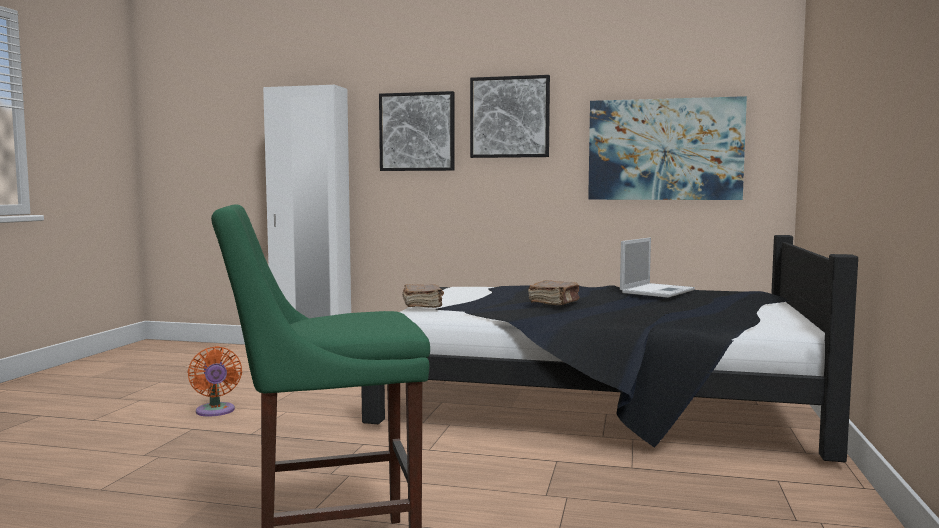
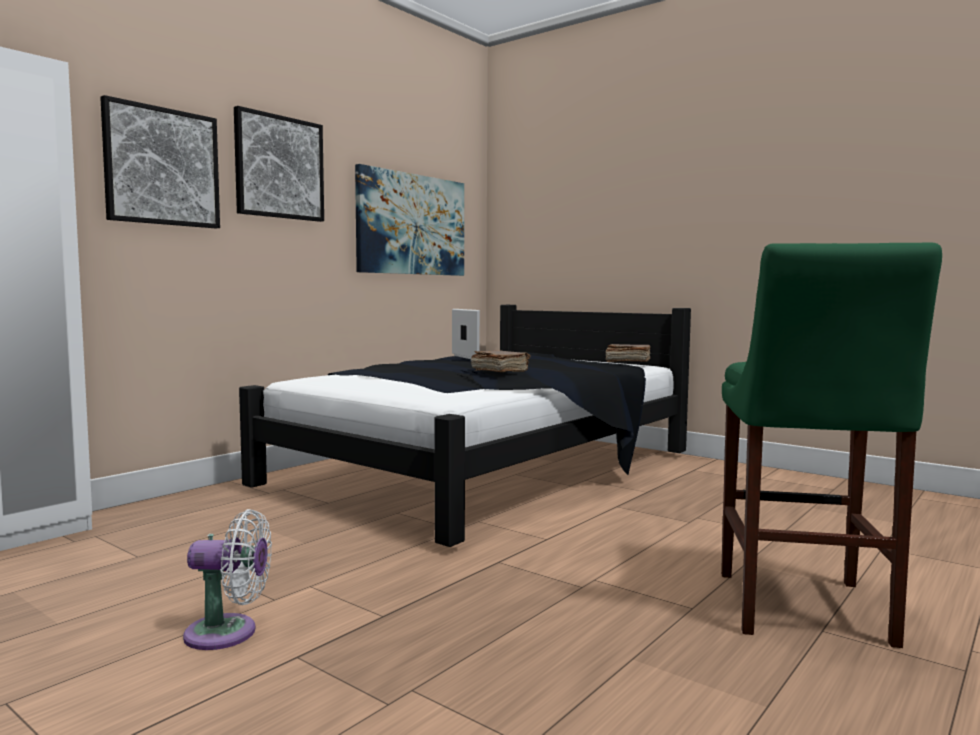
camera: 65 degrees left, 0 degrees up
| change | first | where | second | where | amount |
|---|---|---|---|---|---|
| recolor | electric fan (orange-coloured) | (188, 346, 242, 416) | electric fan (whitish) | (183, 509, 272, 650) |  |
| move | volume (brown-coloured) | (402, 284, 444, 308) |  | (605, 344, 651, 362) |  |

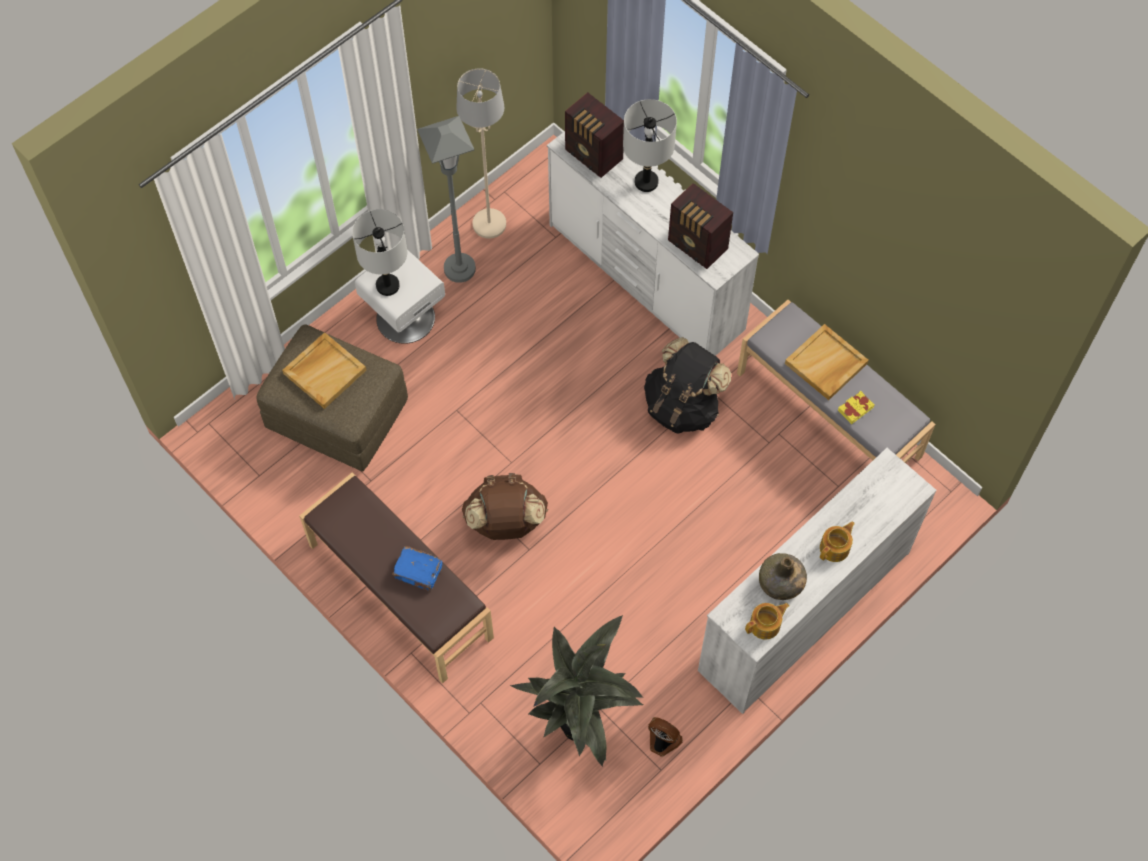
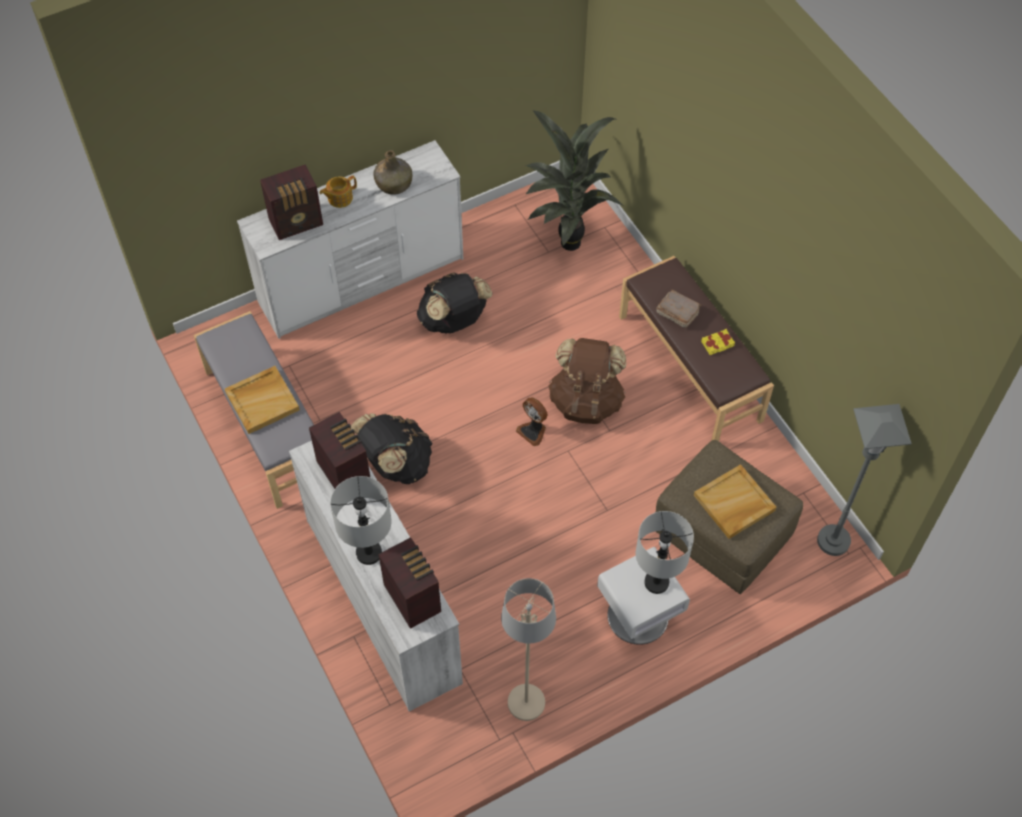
camera: 165 degrees left, 5 degrees down
| change | first | where | second | where | amount |
|---|---|---|---|---|---|
| insert |  |  | radio | (260, 164, 323, 240) |  |
| insert |  |  | knapsack (black-coloured) | (417, 272, 492, 333) |  |
| move | electric fan | (648, 717, 683, 757) |  | (516, 397, 548, 446) |  |
| recolor | volume (blue-coloured) | (392, 546, 443, 591) | volume (brown-coloured) | (656, 289, 701, 328) |  |
| move | volume (yellow) | (838, 391, 875, 424) |  | (701, 329, 735, 355) |  |
| move | floor lamp (gray) | (417, 116, 476, 283) |  | (817, 404, 912, 556) |  |
| delete | teapot | (745, 603, 789, 640) |  |  |  |

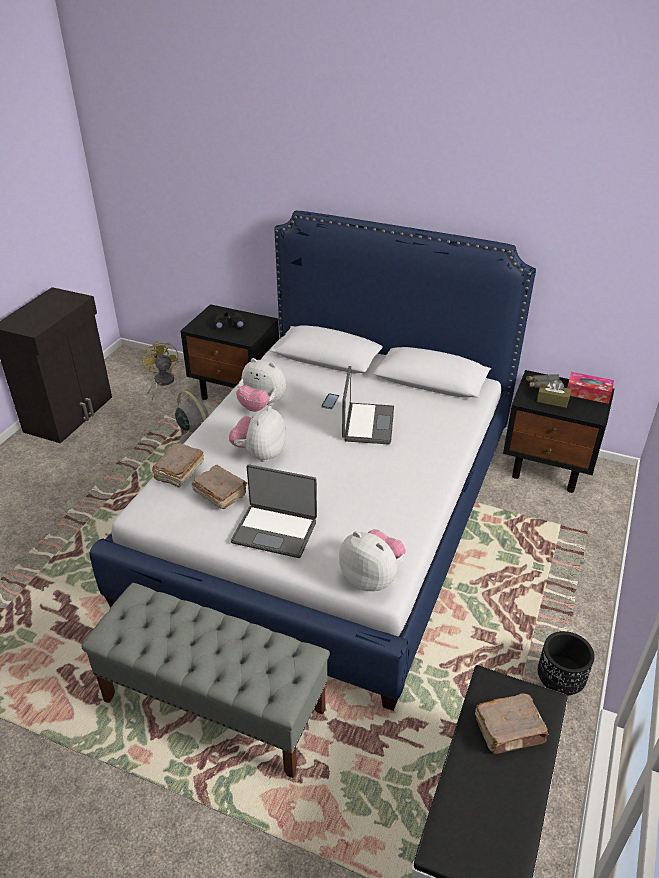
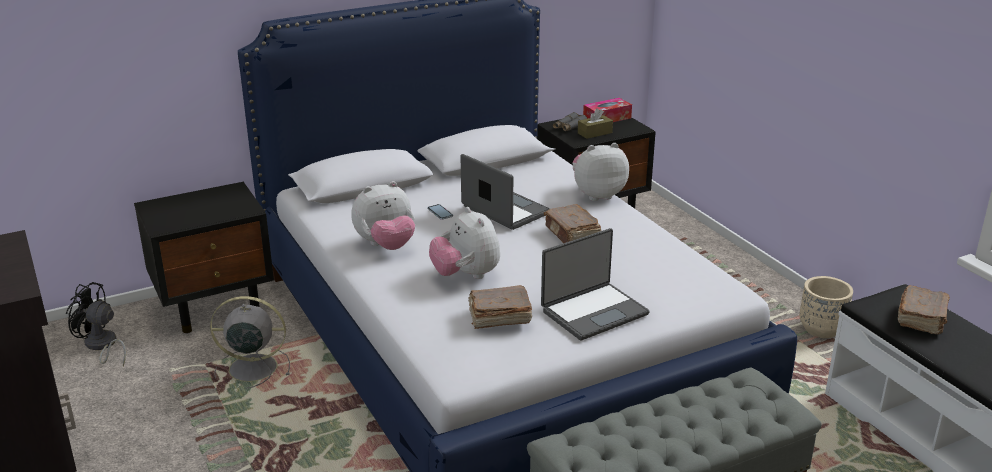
camera: 50 degrees left, 10 degrees down
| change | first | where | second | where | amount |
|---|---|---|---|---|---|
| recolor | electric fan (yellow) | (142, 341, 178, 401) | electric fan (black-coloured) | (66, 282, 126, 367) |  |
| move | volume (brown-coloured) | (152, 443, 204, 488) |  | (544, 204, 602, 243) |  |
| move | cuddly toy | (339, 529, 406, 591) |  | (572, 143, 629, 201) |  |
| recolor | plant pot (black-coloured) | (538, 631, 595, 696) | plant pot (sand-coloured) | (799, 276, 853, 338) |  |
| delete | field glasses (black-coloured) | (214, 309, 245, 330) |  |  |  |

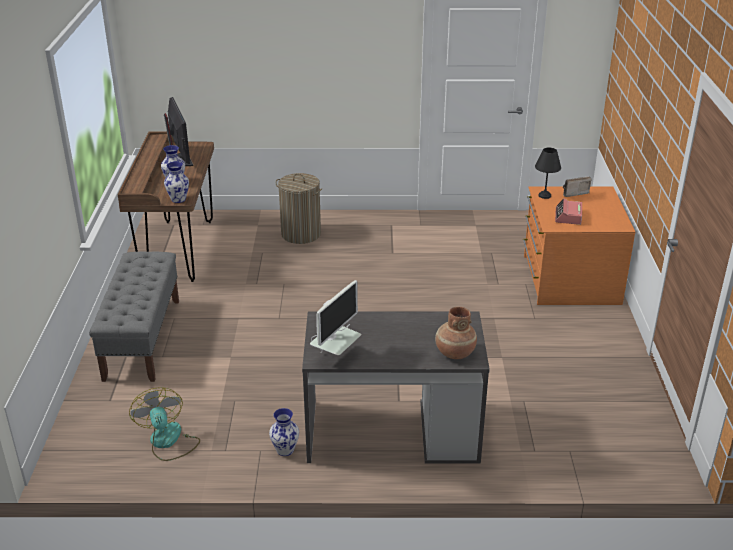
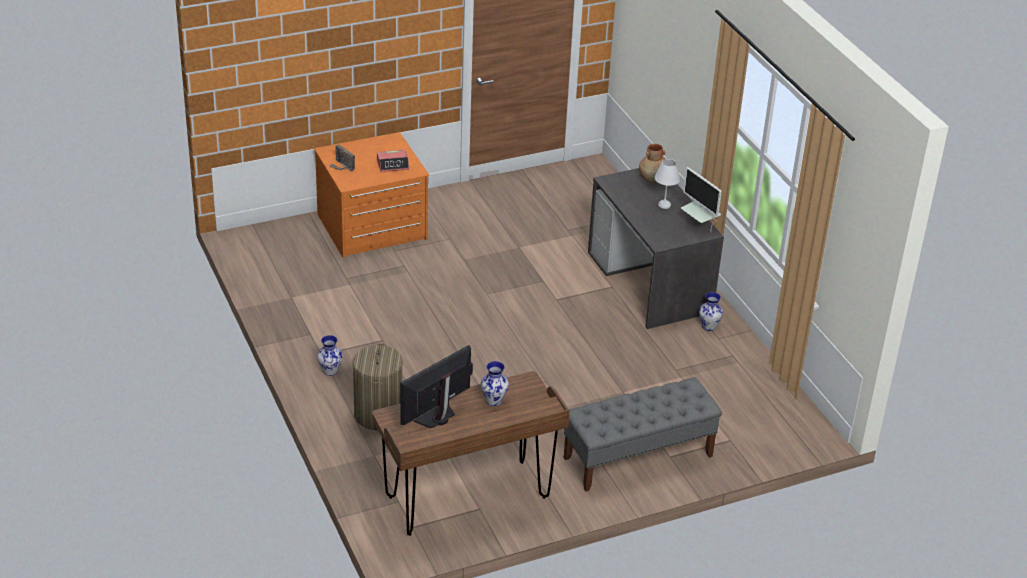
camera: 115 degrees left, 5 degrees up
| change | first | where | second | where | amount |
|---|---|---|---|---|---|
| move | decorative vase | (164, 161, 189, 203) |  | (317, 335, 343, 376) |  |
| insert |  |  | tabletop lamp (whitish) | (654, 159, 681, 209) |  |
| rotate | computer display | (310, 280, 361, 355) |  | (681, 167, 722, 228) | 135 degrees counterclockwise |
| delete | electric fan | (129, 387, 200, 461) |  |  |  |
| delete | tabletop lamp (black-coloured) | (535, 148, 561, 199) |  |  |  |

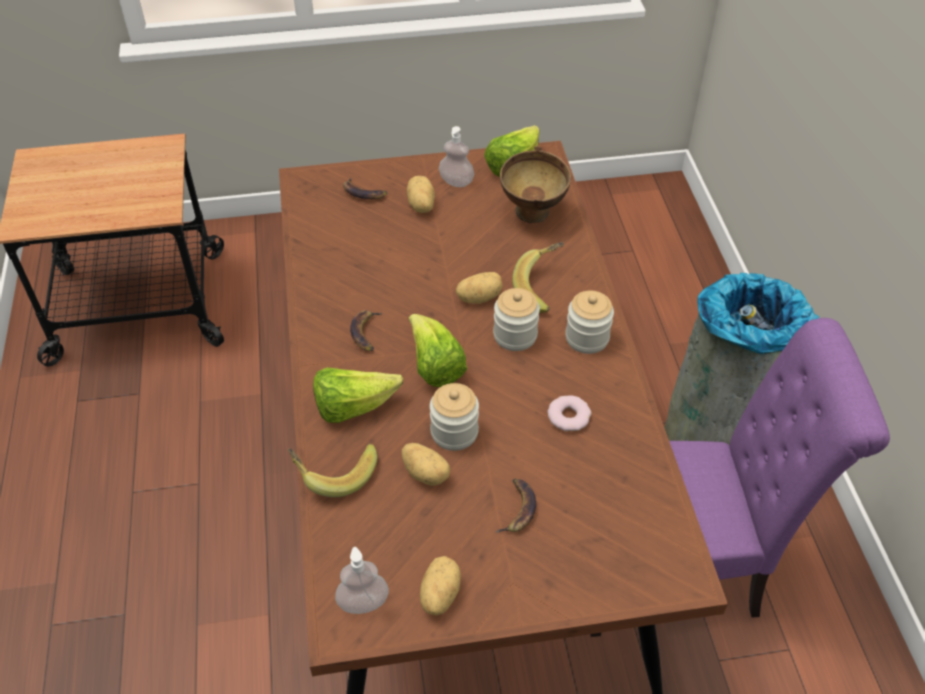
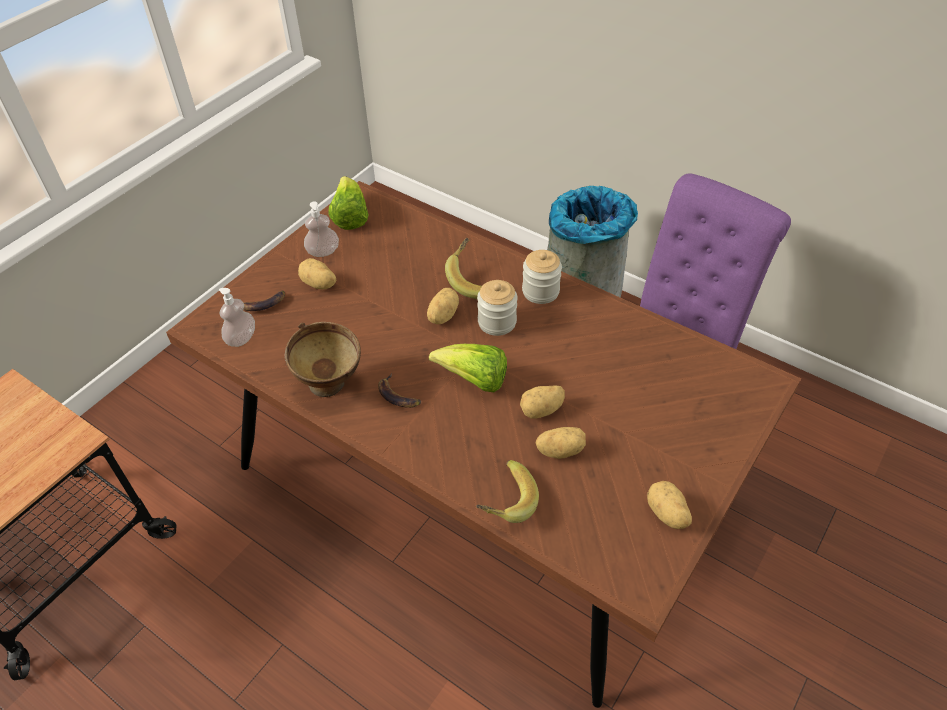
camera: 45 degrees left, 0 degrees up
| change | first | where | second | where | amount |
|---|---|---|---|---|---|
| move | liquid soap bottle | (335, 547, 389, 614) |  | (219, 288, 255, 347) |  |
| move | serving bowl (brown-coloured) | (500, 146, 571, 223) |  | (285, 322, 361, 397) |  |
| replace | preserve jar | (430, 383, 479, 451) | spud | (520, 385, 565, 419) |  |
| delete | head of lettuce | (313, 367, 403, 423) |  |  |  |
| delete | banana | (495, 479, 536, 533) |  |  |  |
| delete | ring doughnut | (548, 395, 592, 431) |  |  |  |

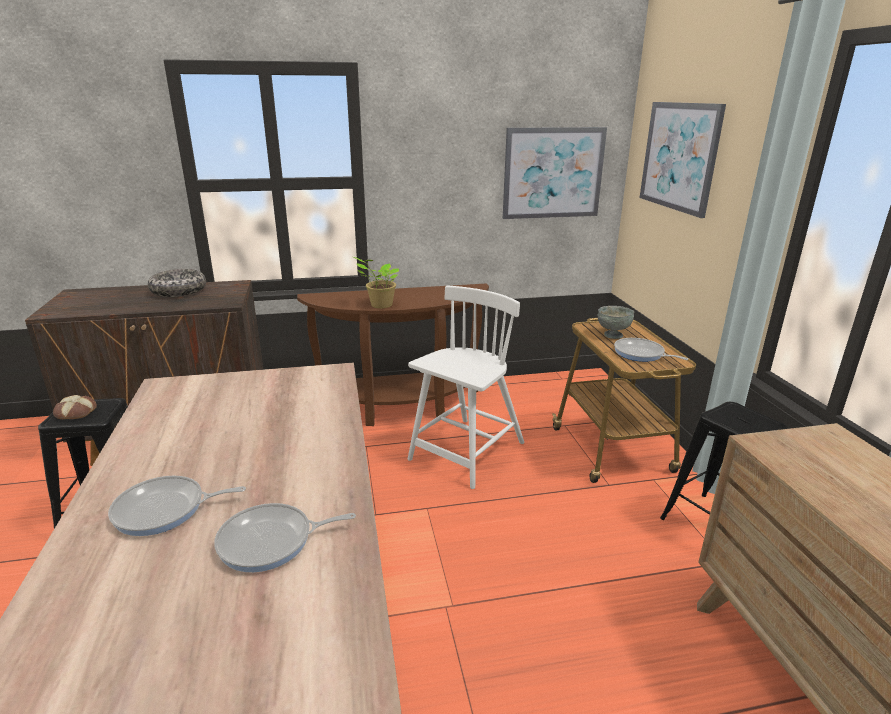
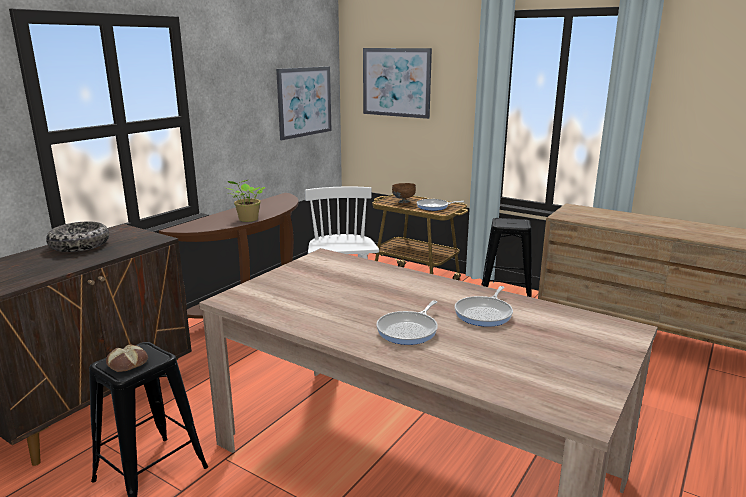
camera: 45 degrees left, 5 degrees down
| change | first | where | second | where | amount |
|---|---|---|---|---|---|
| recolor | serving bowl (gray) | (598, 306, 634, 339) | serving bowl (brown-coloured) | (392, 183, 416, 205) |  |

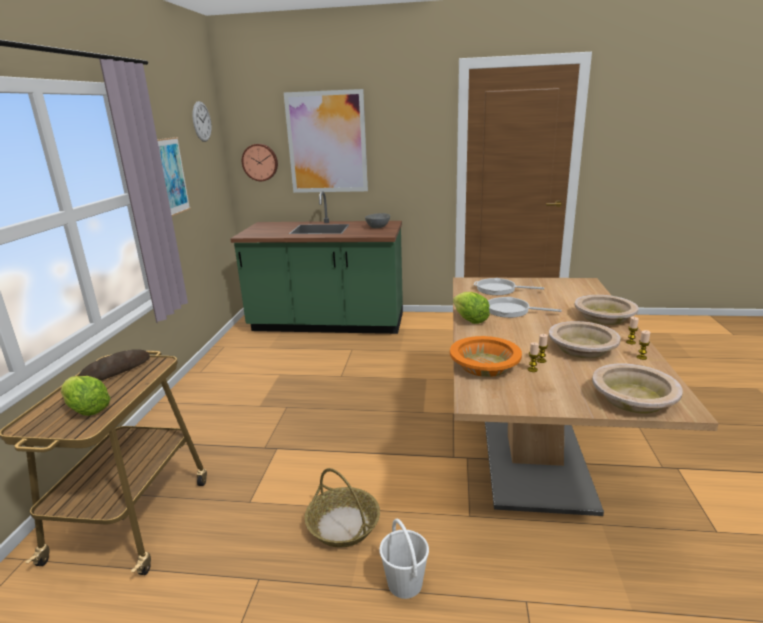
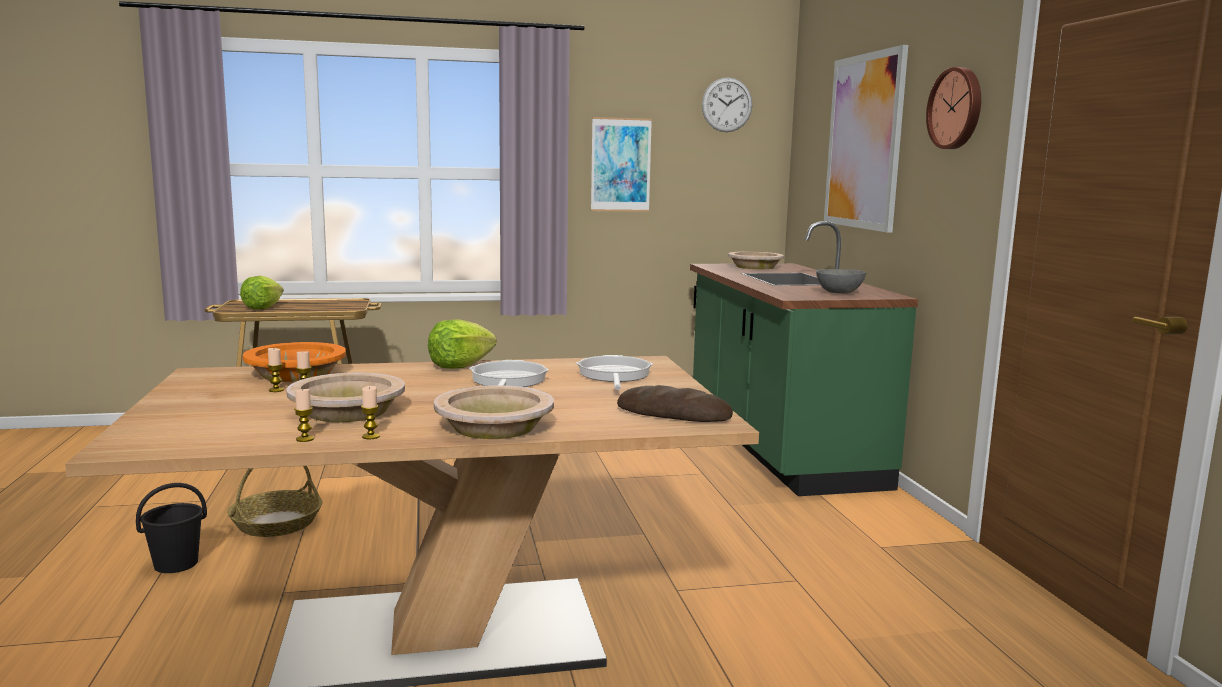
camera: 70 degrees right, 10 degrees down
| change | first | where | second | where | amount |
|---|---|---|---|---|---|
| recolor | water bucket (whitish) | (379, 519, 429, 599) | water bucket (black-coloured) | (136, 483, 207, 573) |  |
| move | bakery bread | (78, 349, 150, 380) |  | (617, 385, 733, 422) |  |
| move | serving bowl (sand-coloured) | (592, 363, 683, 414) |  | (728, 251, 784, 269) |  |
| move | clock on the wall | (242, 144, 278, 181) |  | (926, 67, 981, 149) |  |

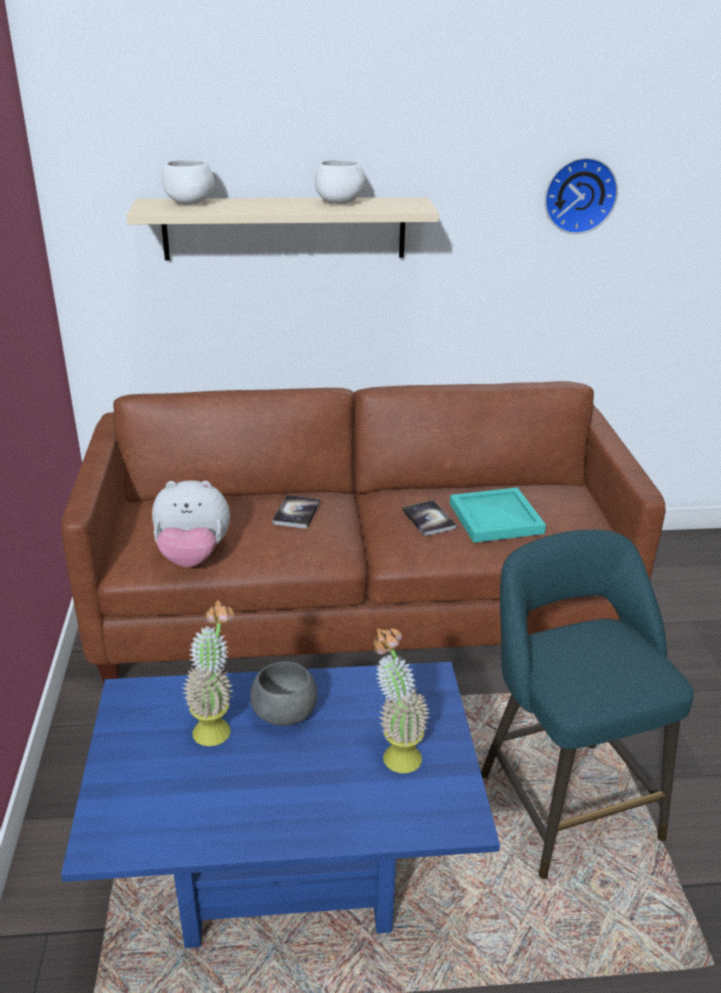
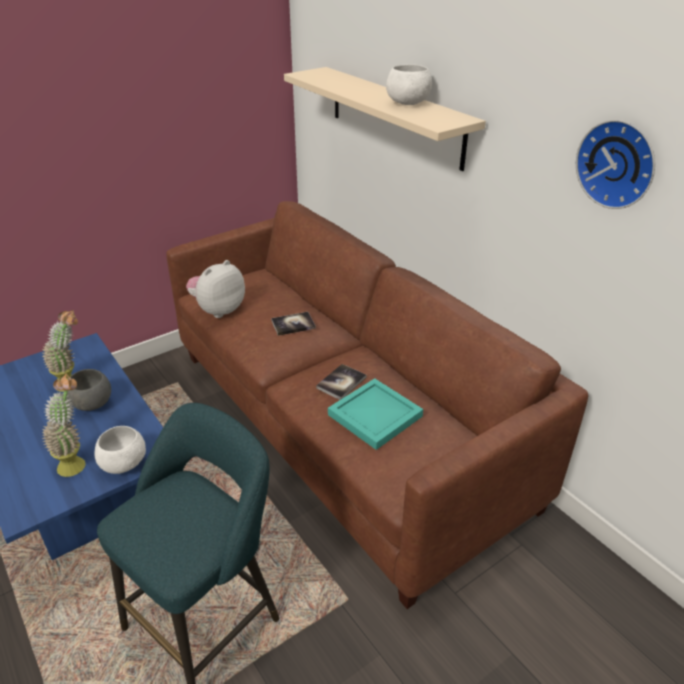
camera: 60 degrees right, 5 degrees up
| change | first | where | second | where | amount |
|---|---|---|---|---|---|
| move | serving bowl (whitish) | (162, 159, 214, 205) |  | (95, 426, 146, 474) |  |
| rotate | cuddly toy | (152, 480, 230, 567) |  | (186, 260, 245, 318) | 75 degrees clockwise |

